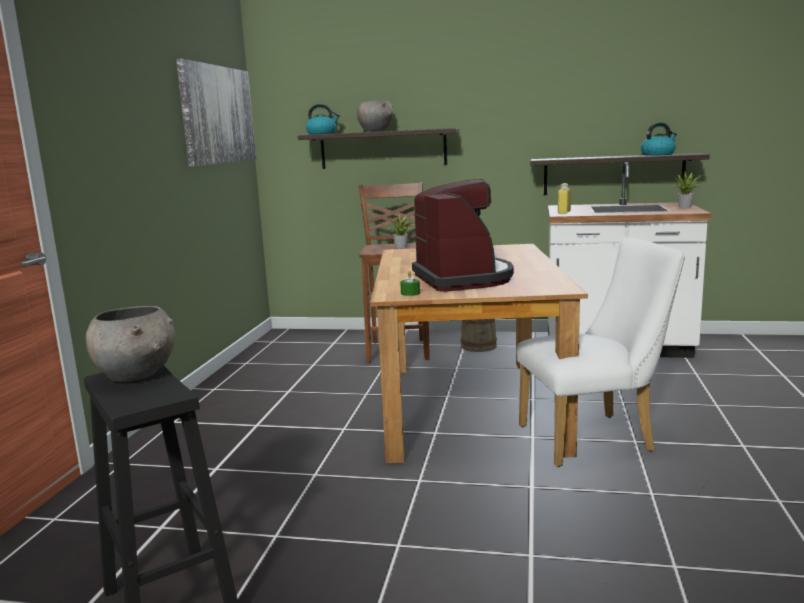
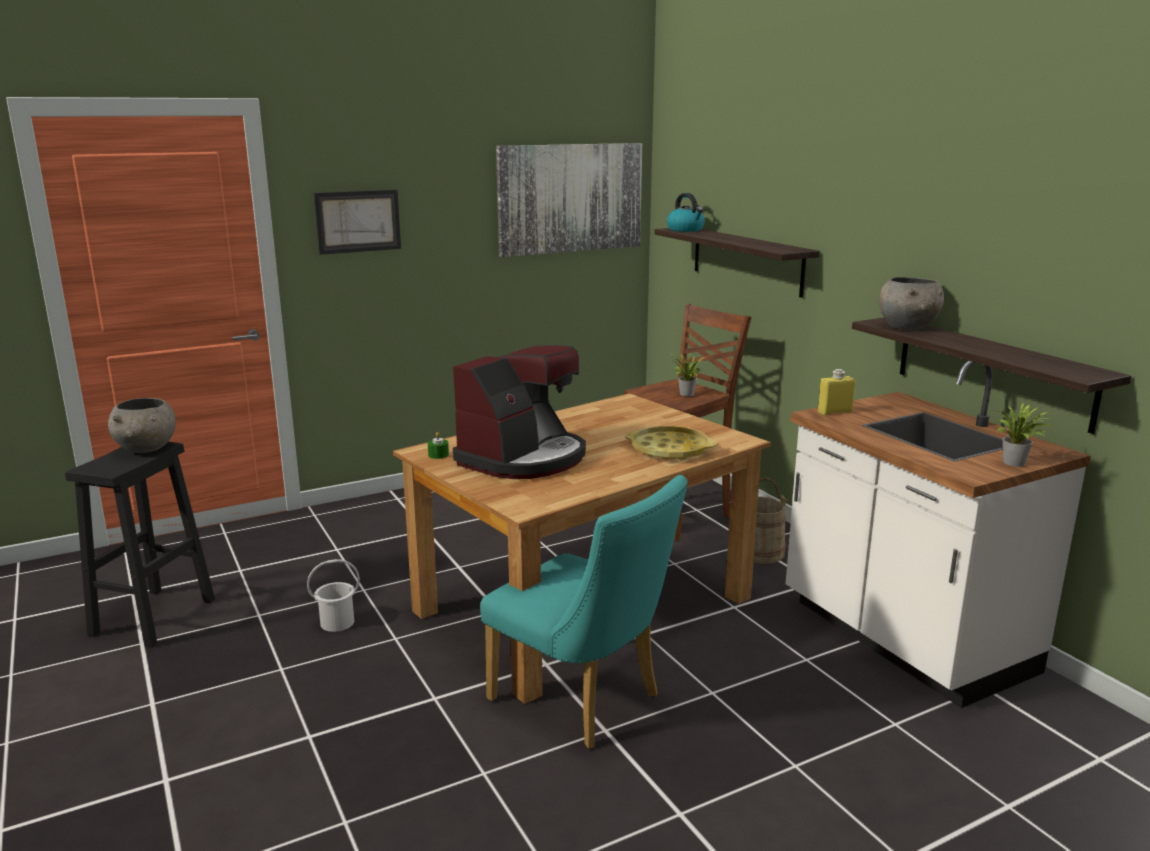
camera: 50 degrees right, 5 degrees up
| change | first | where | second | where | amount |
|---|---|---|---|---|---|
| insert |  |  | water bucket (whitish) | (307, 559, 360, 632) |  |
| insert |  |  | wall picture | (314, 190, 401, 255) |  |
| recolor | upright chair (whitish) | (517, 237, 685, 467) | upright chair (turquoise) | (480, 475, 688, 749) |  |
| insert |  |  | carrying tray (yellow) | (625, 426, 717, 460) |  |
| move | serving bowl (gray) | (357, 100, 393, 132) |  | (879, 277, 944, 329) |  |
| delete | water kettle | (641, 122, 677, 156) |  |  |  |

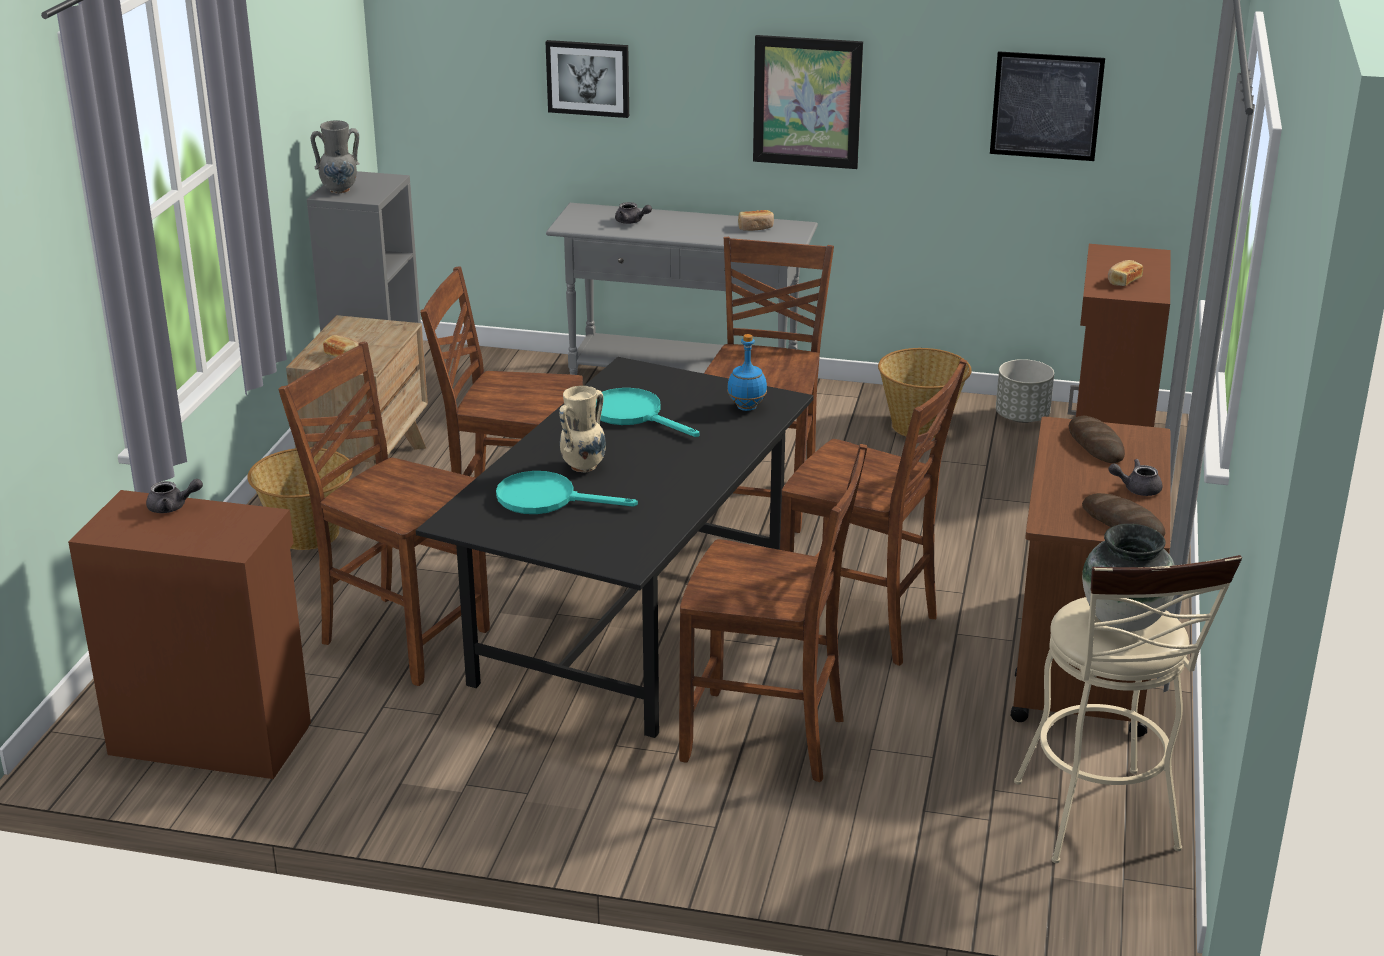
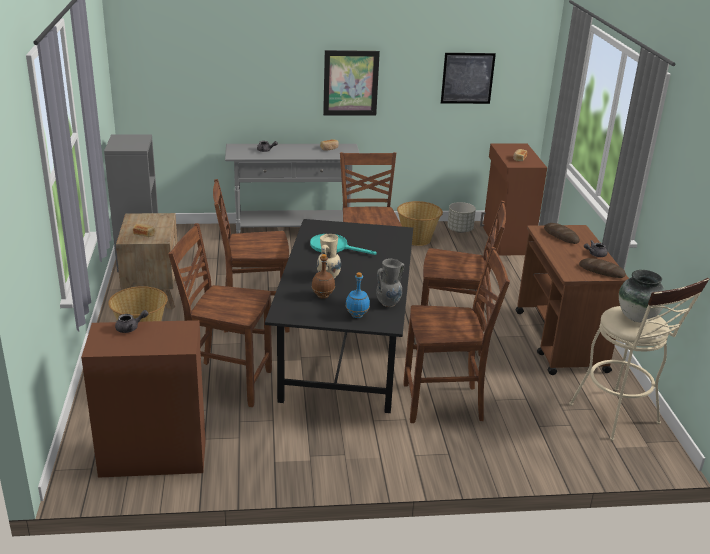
camera: 20 degrees left, 0 degrees up
| change | first | where | second | where | amount |
|---|---|---|---|---|---|
| replace | skillet (turquoise) | (496, 471, 638, 514) | drink bottle (brown-coloured) | (312, 254, 335, 299) |  |
| move | drink bottle (blue-coloured) | (727, 334, 767, 411) |  | (345, 272, 370, 318) |  |
| move | decorative vase (gray) | (311, 121, 360, 194) |  | (376, 258, 404, 307) |  |
| delete | wall picture | (545, 40, 629, 118) |  |  |  |

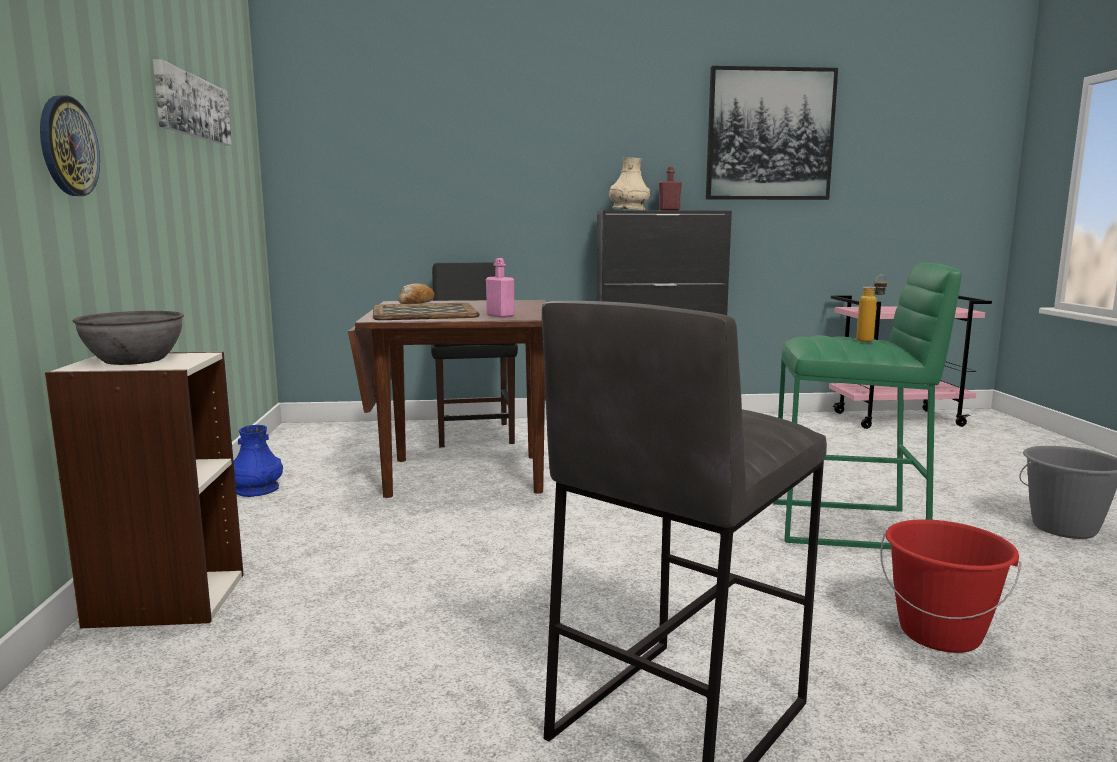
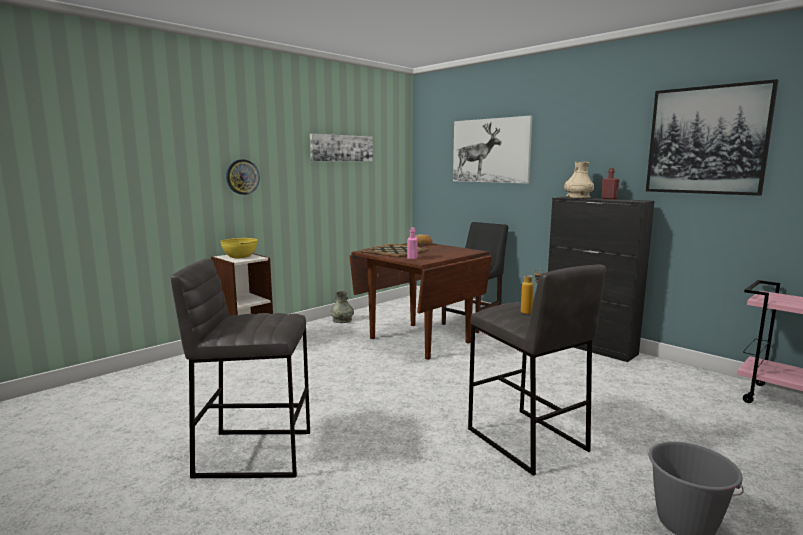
camera: 50 degrees right, 0 degrees up
| change | first | where | second | where | amount |
|---|---|---|---|---|---|
| recolor | serving bowl (gray) | (72, 311, 184, 365) | serving bowl (yellow) | (220, 238, 258, 258) |  |
| recolor | decorative vase (blue-coloured) | (234, 425, 283, 497) | decorative vase (gray) | (331, 291, 354, 323) |  |
| insert |  |  | wall picture | (453, 116, 533, 184) |  |
| recolor | stool (green-coloured) | (773, 263, 962, 549) | stool (gray) | (468, 265, 606, 476) |  |
| delete | water bucket (reddish) | (880, 519, 1021, 653) |  |  |  |

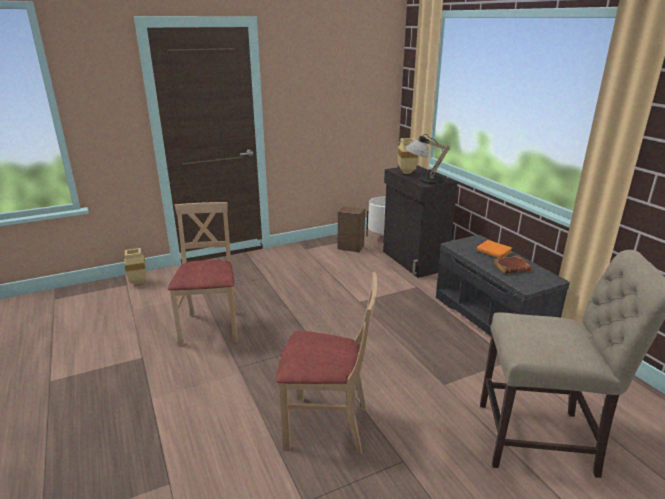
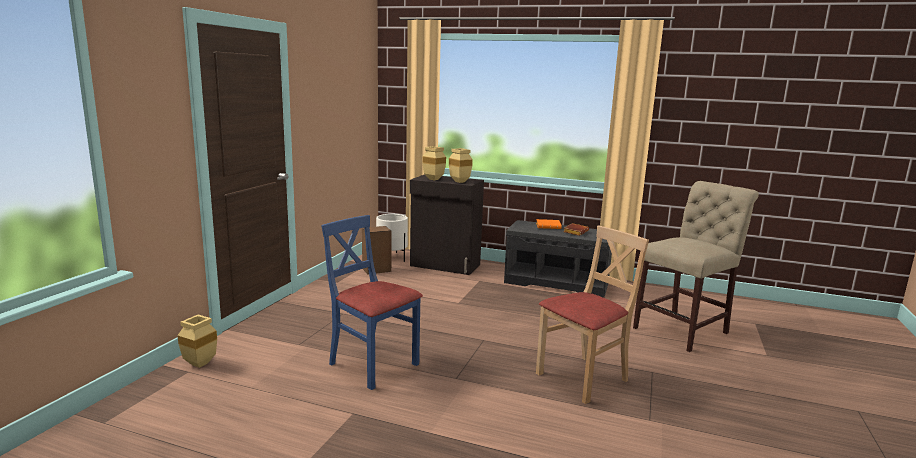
camera: 45 degrees left, 10 degrees down
| change | first | where | second | where | amount |
|---|---|---|---|---|---|
| recolor | upright chair (sand-coloured) | (168, 202, 238, 346) | upright chair (blue-coloured) | (321, 215, 423, 390) |  |
| replace | tabletop lamp | (405, 134, 452, 184) | decorative vase (sand-coloured) | (449, 148, 473, 183) |  |

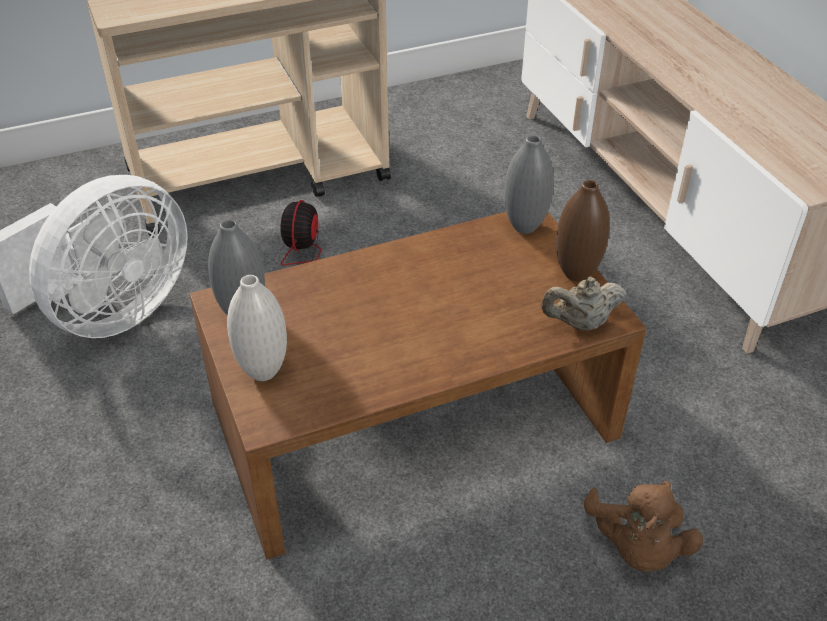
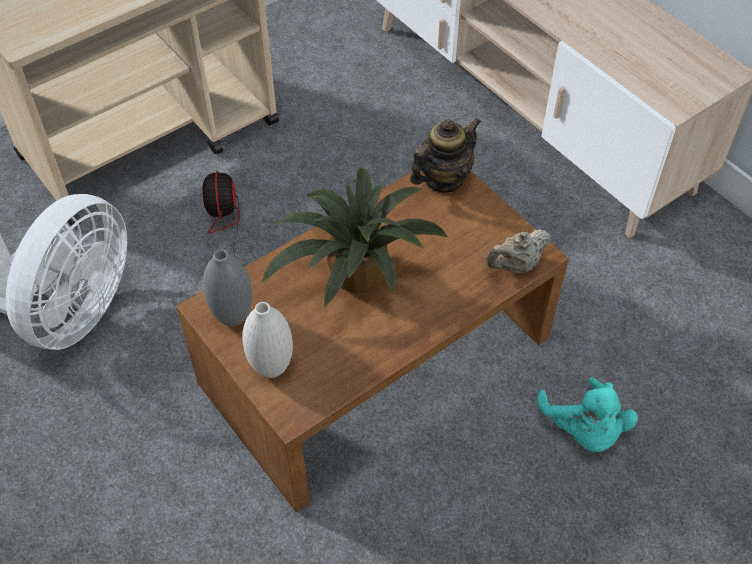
camera: 15 degrees left, 10 degrees up
| change | first | where | second | where | amount |
|---|---|---|---|---|---|
| insert |  |  | plant in a pot | (262, 167, 448, 308) |  |
| replace | decorative vase (gray) | (504, 135, 554, 234) | teapot | (410, 117, 481, 192) |  |
| recolor | cuddly toy (brown-coloured) | (584, 481, 703, 572) | cuddly toy (turquoise) | (537, 377, 638, 452) |  |
| delete | decorative vase (brown-coloured) | (556, 180, 610, 281) |  |  |  |

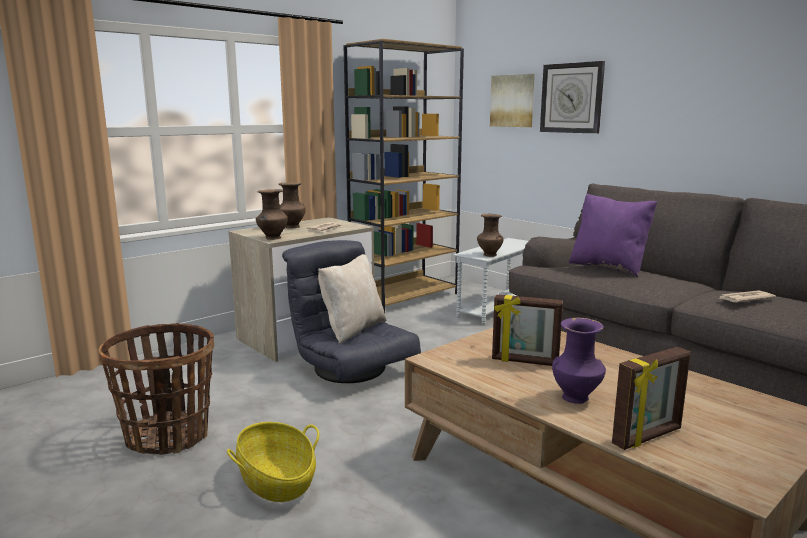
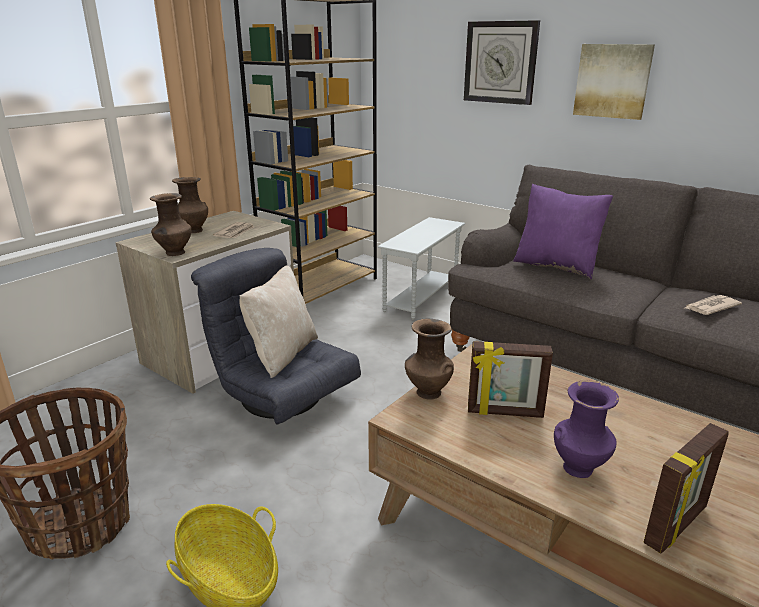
camera: 10 degrees left, 10 degrees up
| change | first | where | second | where | amount |
|---|---|---|---|---|---|
| move | decorative vase (brown-coloured) | (477, 214, 504, 257) |  | (405, 319, 454, 400) |  |
| move | wall picture | (490, 74, 535, 127) |  | (573, 44, 655, 120) |  |

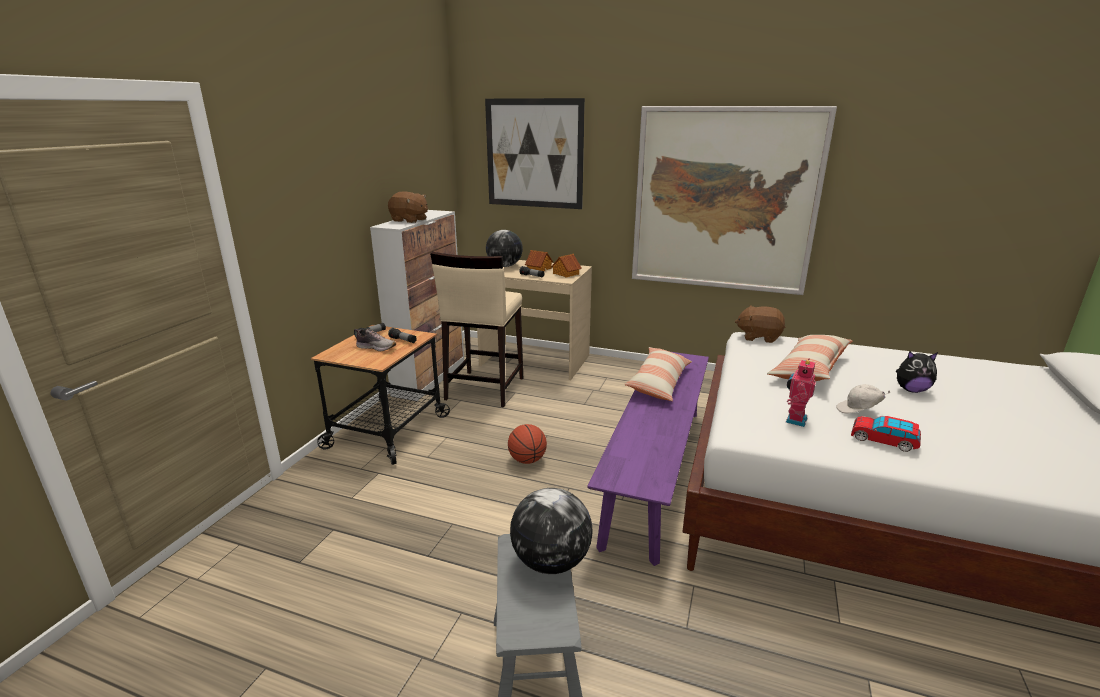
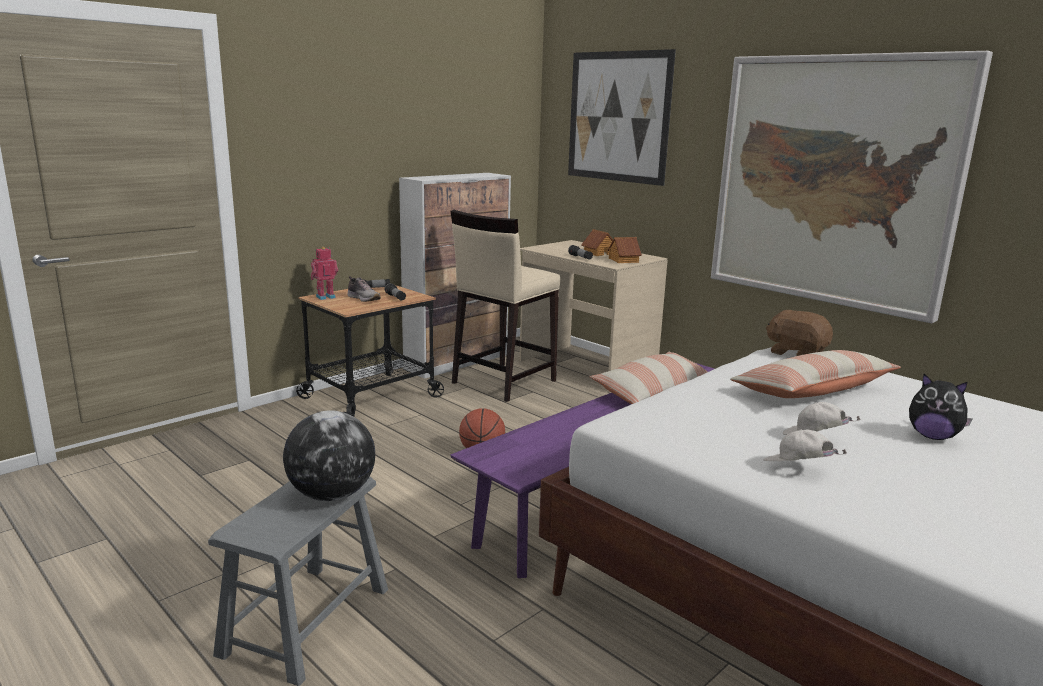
camera: 25 degrees right, 5 degrees down
| change | first | where | second | where | amount |
|---|---|---|---|---|---|
| move | model robot | (786, 360, 816, 427) |  | (311, 247, 338, 300) |  |
| replace | miniature car | (851, 416, 921, 452) | baseball cap (whitish) | (763, 429, 847, 461) |  |
| delete | cuddly toy (brown-coloured) | (388, 192, 428, 223) |  |  |  |
| delete | desk globe | (486, 230, 523, 267) |  |  |  |

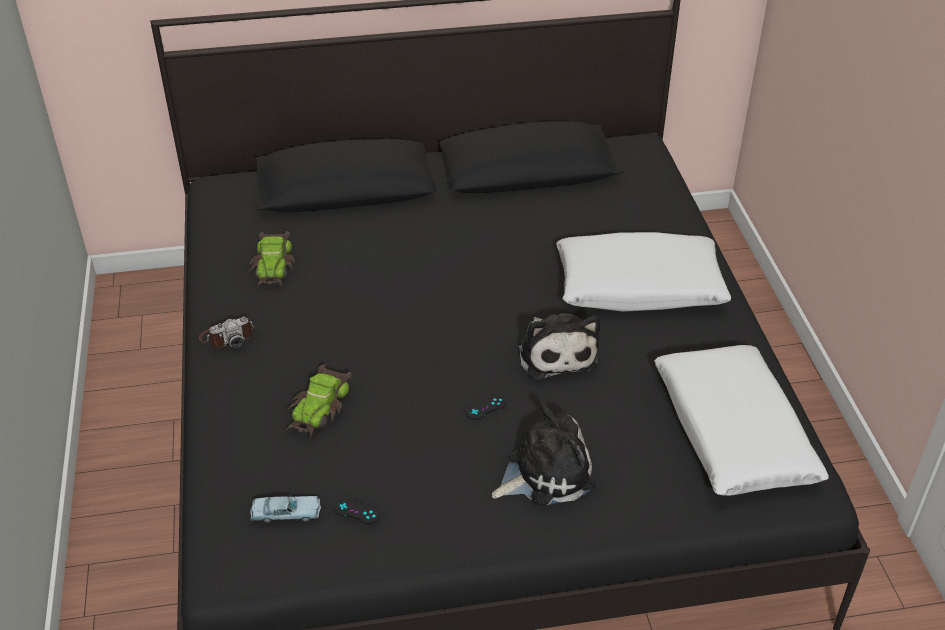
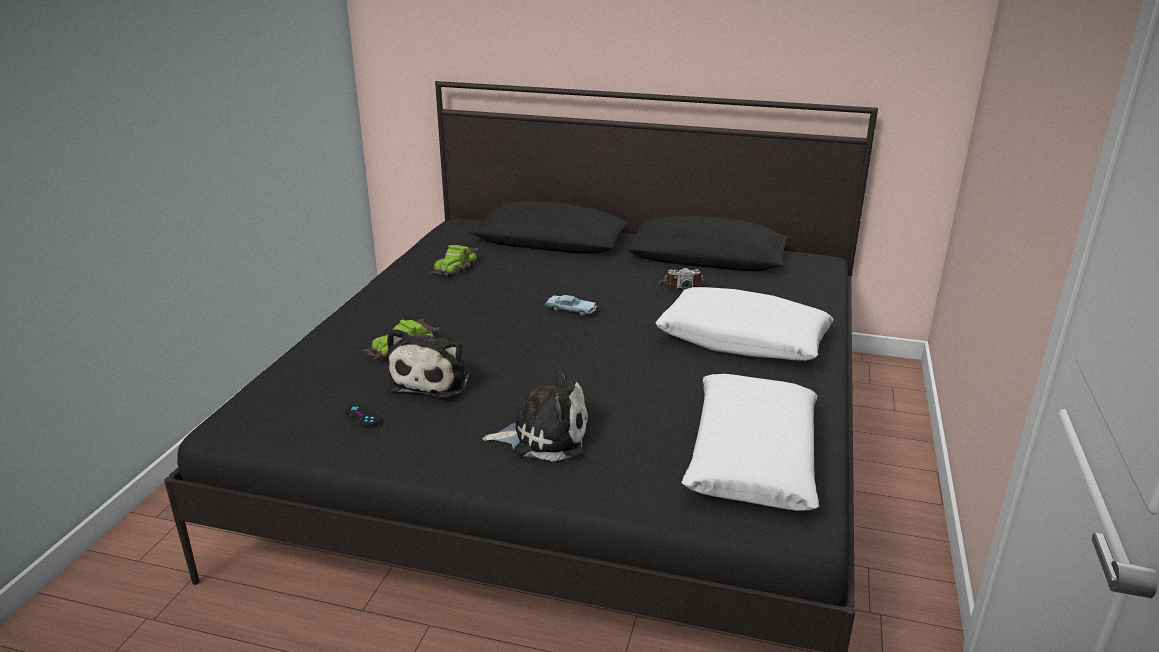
camera: 25 degrees right, 15 degrees down
| change | first | where | second | where | amount |
|---|---|---|---|---|---|
| move | cuddly toy | (518, 313, 600, 380) |  | (387, 328, 470, 398) |  |
| move | miniature car (blue-coloured) | (250, 495, 321, 523) |  | (545, 295, 597, 316) |  |
| move | photo camera | (199, 317, 255, 348) |  | (658, 268, 704, 290) |  |
| delete | gamepad (black-coloured) | (466, 395, 506, 420) |  |  |  |

